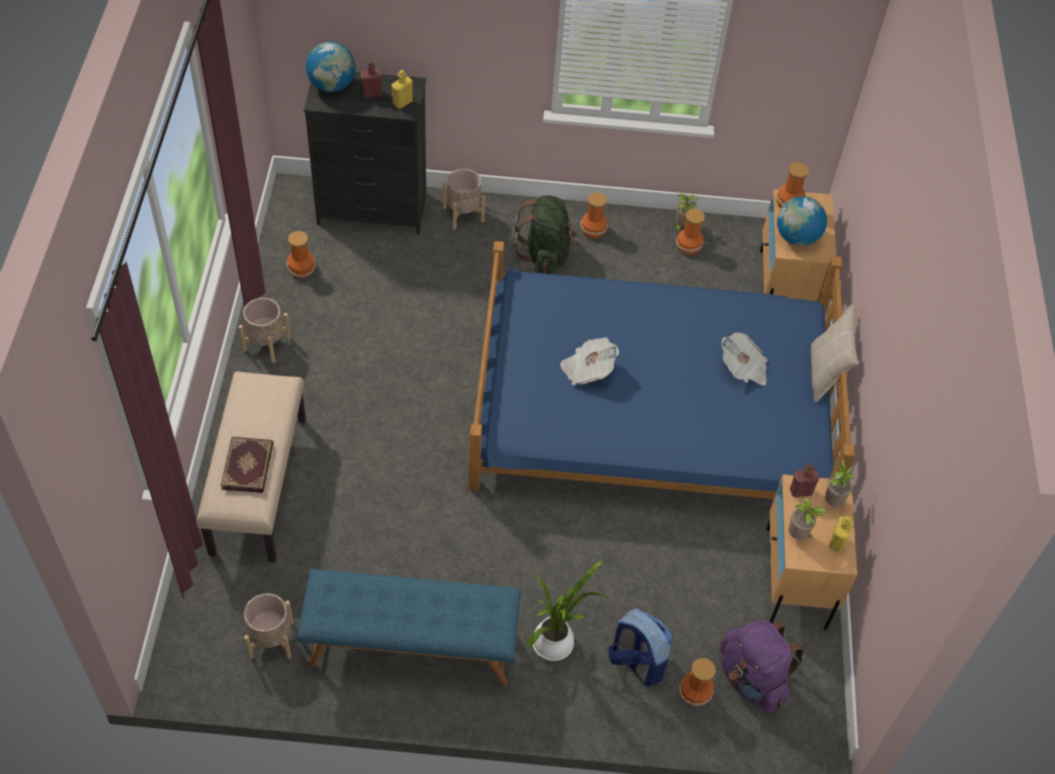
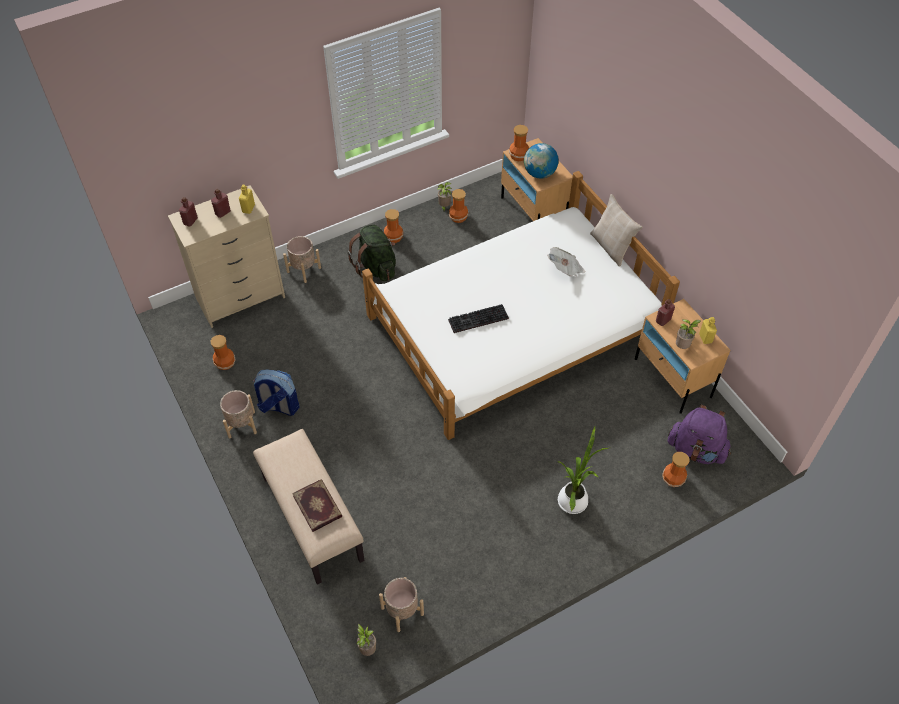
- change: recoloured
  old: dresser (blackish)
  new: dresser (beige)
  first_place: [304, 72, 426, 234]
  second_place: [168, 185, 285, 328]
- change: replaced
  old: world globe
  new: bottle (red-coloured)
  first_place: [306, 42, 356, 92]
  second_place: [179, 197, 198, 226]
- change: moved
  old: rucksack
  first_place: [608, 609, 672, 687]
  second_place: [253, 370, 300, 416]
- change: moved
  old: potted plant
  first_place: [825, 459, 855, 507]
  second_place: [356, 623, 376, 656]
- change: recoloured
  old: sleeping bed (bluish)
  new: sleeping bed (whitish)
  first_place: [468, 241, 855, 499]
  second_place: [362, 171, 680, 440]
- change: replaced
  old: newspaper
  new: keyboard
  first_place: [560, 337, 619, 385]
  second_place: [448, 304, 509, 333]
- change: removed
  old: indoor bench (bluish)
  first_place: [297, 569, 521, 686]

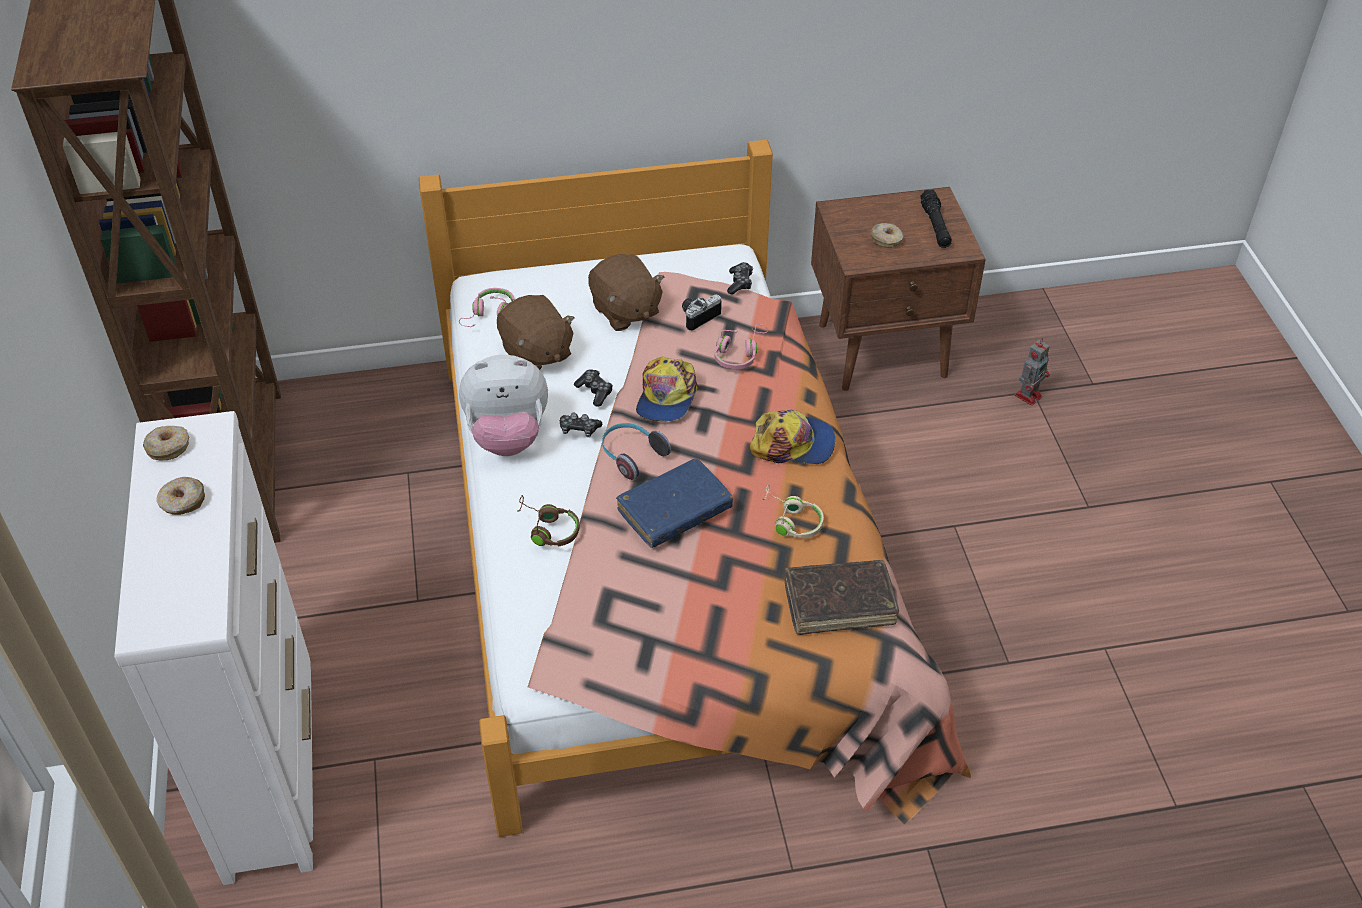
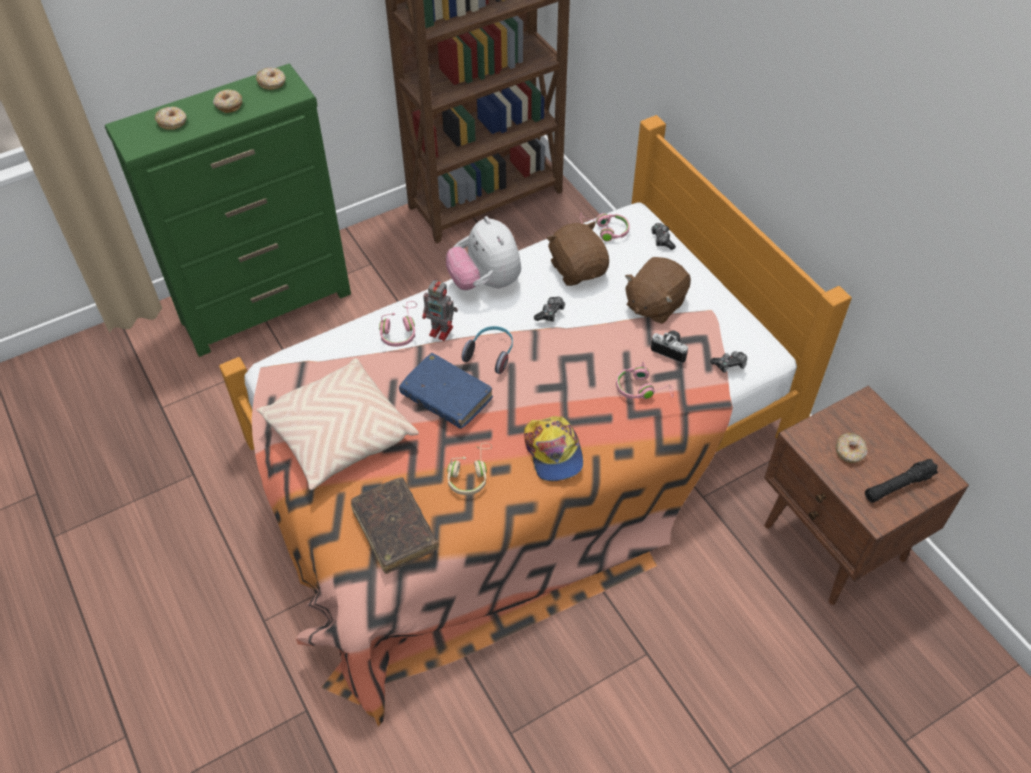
- change: recoloured
  old: dresser (whitish)
  new: dresser (green-coloured)
  first_place: [114, 411, 313, 885]
  second_place: [105, 64, 351, 357]
- change: added
  new: donut
  second_place: [155, 107, 187, 130]
- change: added
  new: cushion (beige)
  second_place: [256, 358, 419, 490]
- change: recoloured
  old: headphones (brownish)
  new: headphones (pink)
  first_place: [518, 495, 580, 546]
  second_place: [379, 301, 417, 347]
- change: moved
  old: model robot
  first_place: [1015, 338, 1050, 406]
  second_place: [422, 279, 458, 341]
- change: turned
  old: plush toy (brownish)
  first_place: [497, 295, 575, 370]
  second_place: [546, 221, 609, 286]
  degrees: 120
- change: moved
  old: gamepad
  first_place: [560, 413, 603, 437]
  second_place: [651, 223, 676, 250]
- change: removed
  old: peaked cap
  first_place: [636, 356, 698, 422]

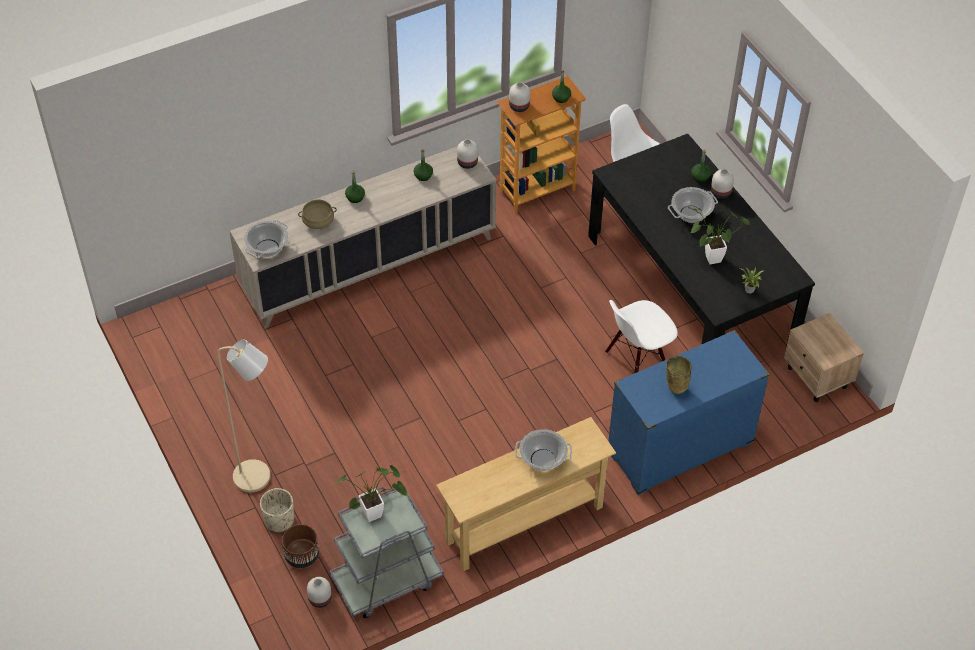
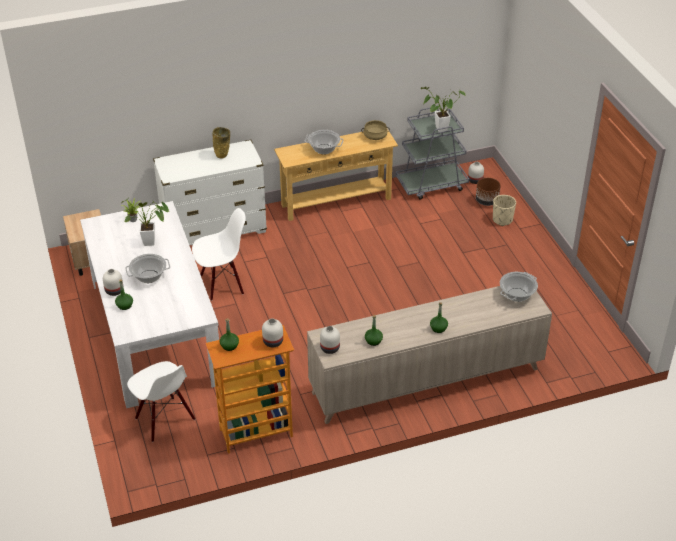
- change: recoloured
  old: dining table (blackish)
  new: dining table (whitish)
  first_place: [588, 134, 815, 351]
  second_place: [80, 201, 219, 408]
- change: recoloured
  old: dresser (bluish)
  new: dresser (whitish)
  first_place: [608, 330, 770, 495]
  second_place: [153, 140, 267, 246]
- change: moved
  old: cooking pot (beige)
  first_place: [298, 200, 337, 229]
  second_place: [361, 120, 390, 140]
- change: removed
  old: floor lamp (beige)
  first_place: [217, 340, 271, 493]

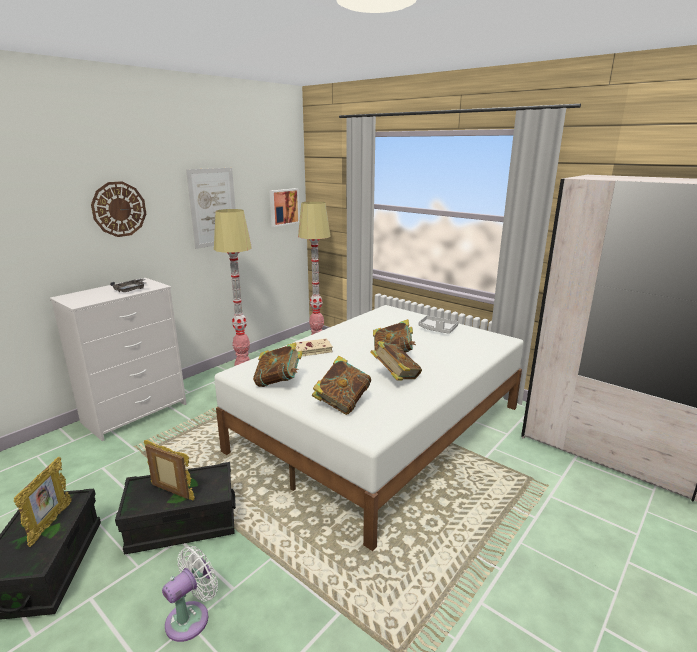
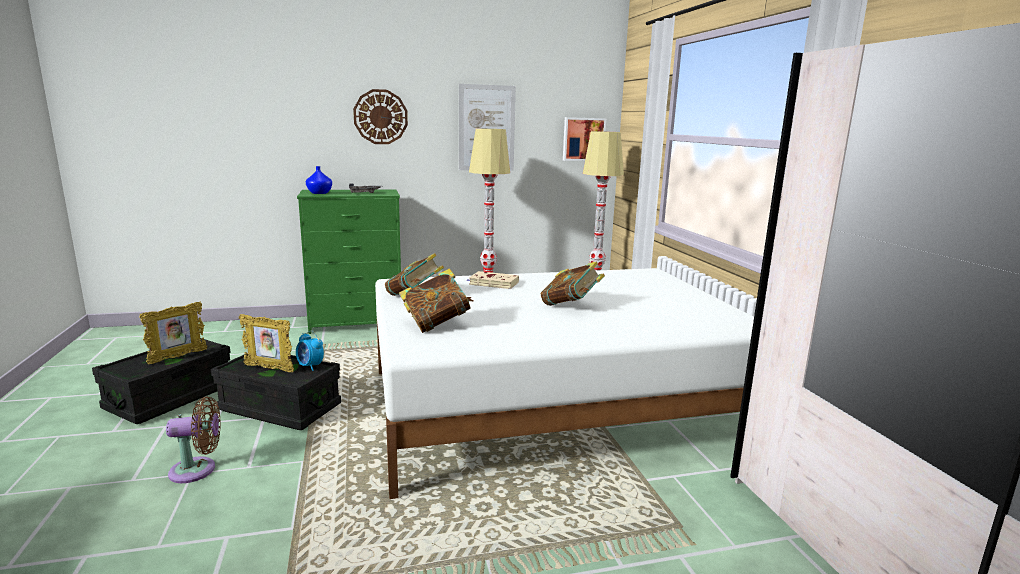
- change: recoloured
  old: cooling fan (whitish)
  new: cooling fan (brownish)
  first_place: [162, 546, 218, 642]
  second_place: [166, 397, 221, 483]
- change: turned
  old: picture frame
  first_place: [144, 440, 195, 501]
  second_place: [239, 314, 294, 372]
  degrees: 135
- change: added
  new: bedside clock
  second_place: [296, 331, 324, 371]
- change: recoloured
  old: dresser (whitish)
  new: dresser (green-coloured)
  first_place: [50, 278, 187, 441]
  second_place: [297, 190, 401, 334]
- change: added
  new: decorative vase (bluish)
  second_place: [306, 166, 332, 194]
- change: removed
  old: volume
  first_place: [370, 341, 422, 381]
- change: removed
  old: carrying tray (greyish)
  first_place: [419, 316, 459, 334]

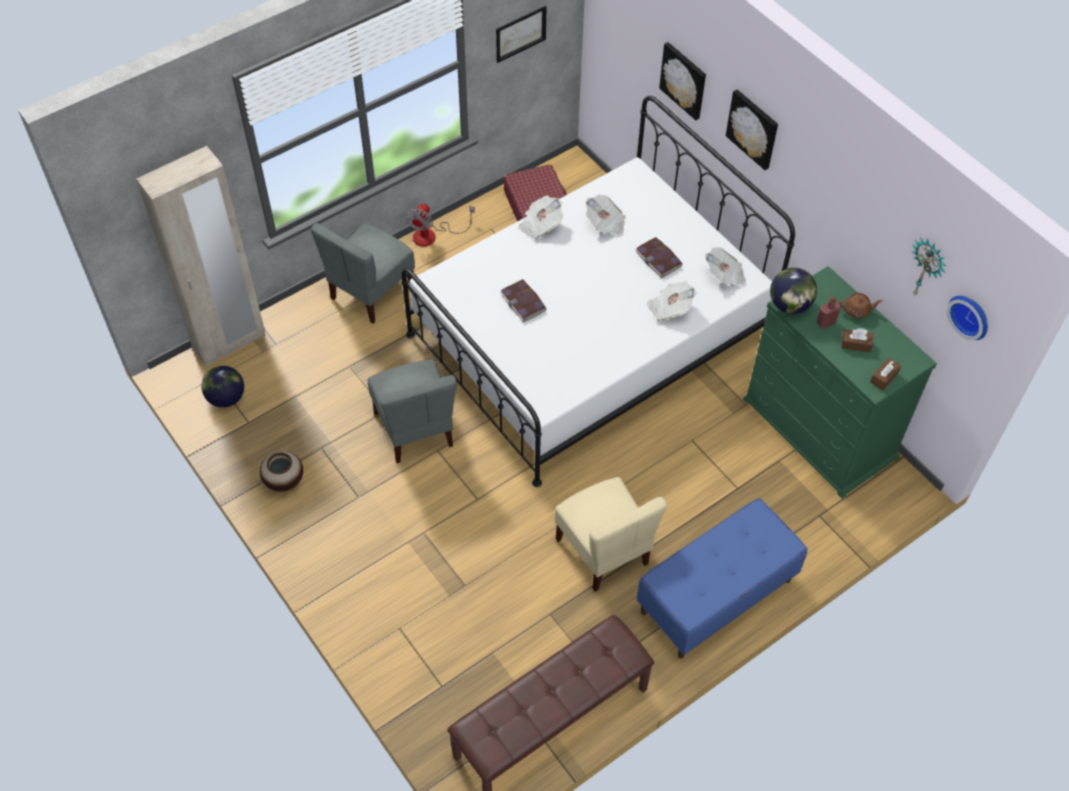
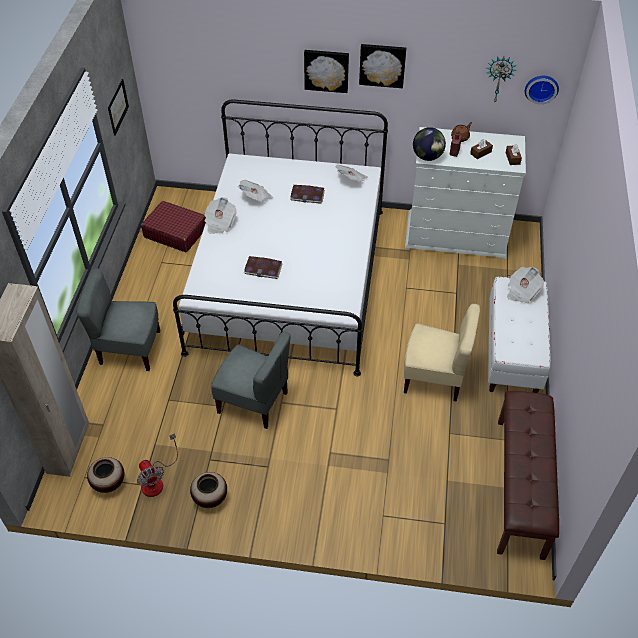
- change: turned
  old: plain chair (greyish)
  first_place: [311, 223, 415, 323]
  second_place: [76, 268, 160, 371]
  degrees: 105
- change: replaced
  old: world globe
  new: decorative vase
  first_place: [202, 366, 244, 408]
  second_place: [87, 457, 124, 493]
- change: moved
  old: cooling fan
  first_place: [405, 203, 475, 247]
  second_place: [137, 433, 178, 497]
- change: moved
  old: picture
  first_place: [659, 42, 706, 120]
  second_place: [359, 44, 406, 88]
- change: recoloured
  old: dresser (green-coloured)
  new: dresser (whitish)
  first_place: [743, 266, 937, 498]
  second_place: [405, 127, 526, 259]
- change: recoloured
  old: indoor bench (bluish)
  new: indoor bench (whitish)
  first_place: [637, 498, 807, 659]
  second_place: [488, 277, 551, 393]
- change: moved
  old: newspaper
  first_place: [647, 281, 697, 321]
  second_place: [507, 267, 544, 303]

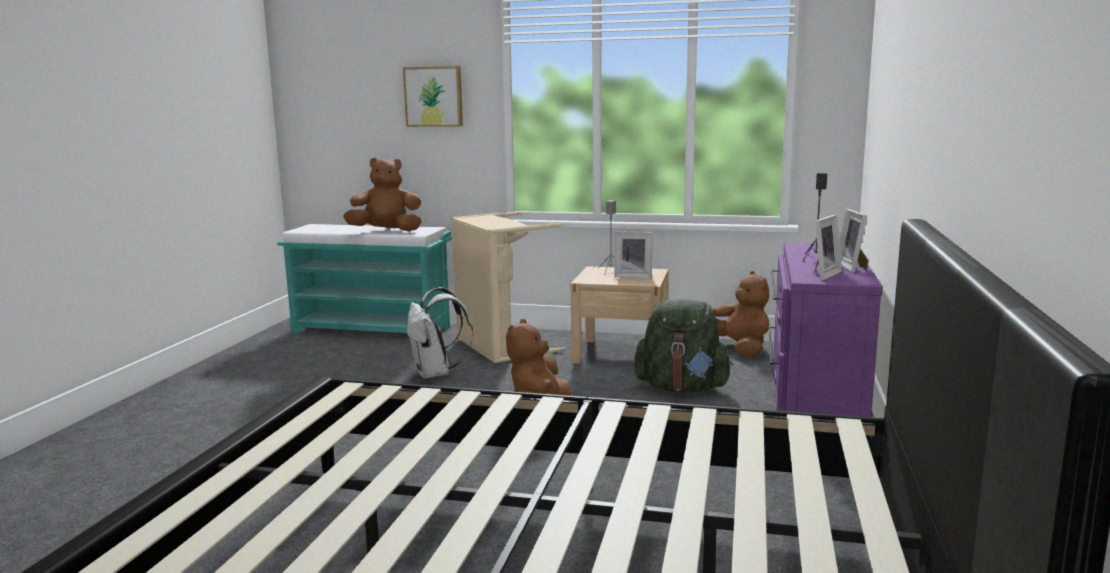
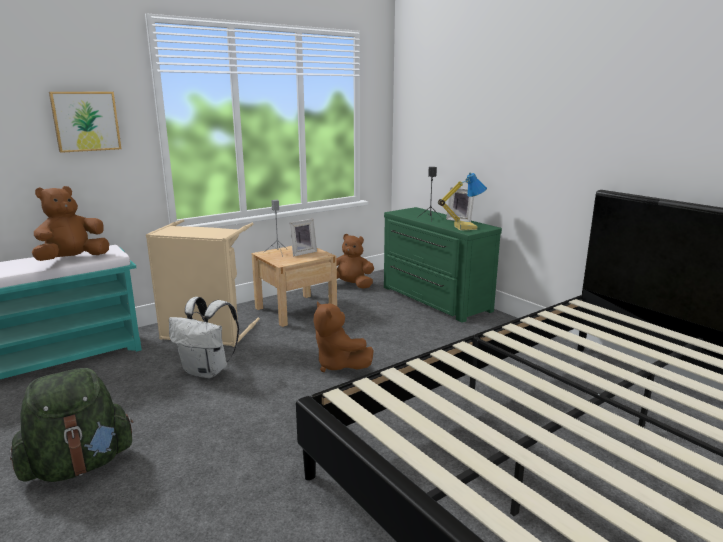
- change: moved
  old: rucksack (green-coloured)
  first_place: [634, 299, 733, 393]
  second_place: [10, 368, 134, 482]
- change: recoloured
  old: dresser (purplish)
  new: dresser (green-coloured)
  first_place: [768, 243, 883, 417]
  second_place: [384, 207, 502, 323]
- change: replaced
  old: picture frame
  new: tabletop lamp
  first_place: [813, 214, 842, 280]
  second_place: [438, 172, 487, 231]

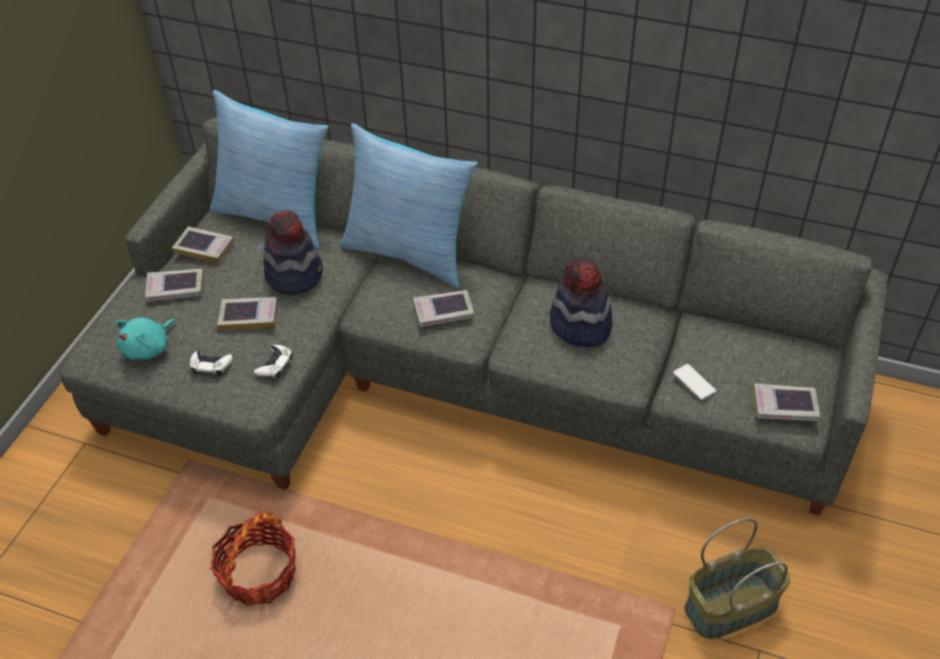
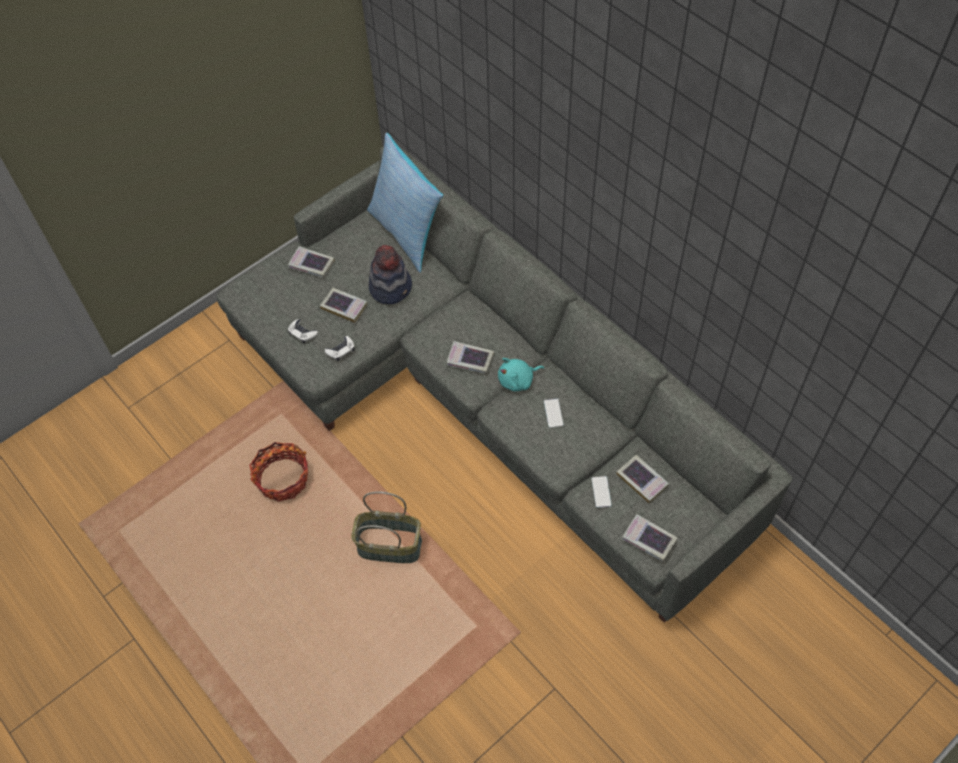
- change: moved
  old: basket
  first_place: [685, 518, 791, 639]
  second_place: [351, 492, 422, 563]
- change: moved
  old: plush toy (blue-green)
  first_place: [115, 317, 177, 360]
  second_place: [498, 358, 544, 391]
- change: replaced
  old: wearable hat
  new: telephone
  first_place: [550, 257, 613, 347]
  second_place: [544, 398, 564, 428]
- change: moved
  old: volume
  first_place: [172, 226, 235, 264]
  second_place: [616, 455, 669, 503]
- change: removed
  old: cushion
  first_place: [340, 123, 478, 288]

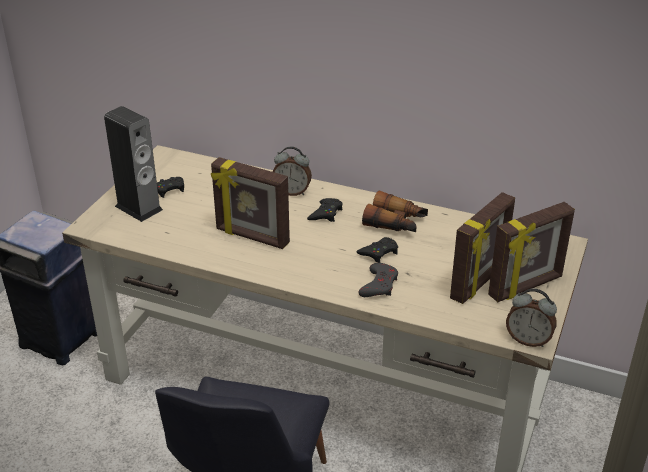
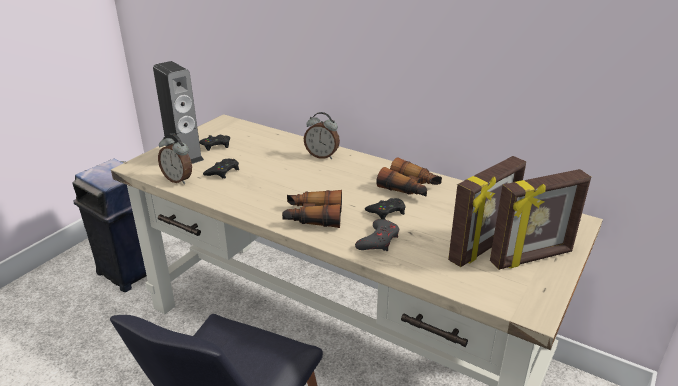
- change: moved
  old: bedside clock
  first_place: [506, 289, 557, 347]
  second_place: [158, 133, 192, 184]
- change: moved
  old: gamepad (blackish)
  first_place: [307, 198, 343, 222]
  second_place: [203, 159, 239, 178]
- change: added
  new: binoculars
  second_place: [282, 190, 342, 228]
- change: removed
  old: picture frame
  first_place: [211, 157, 290, 249]

